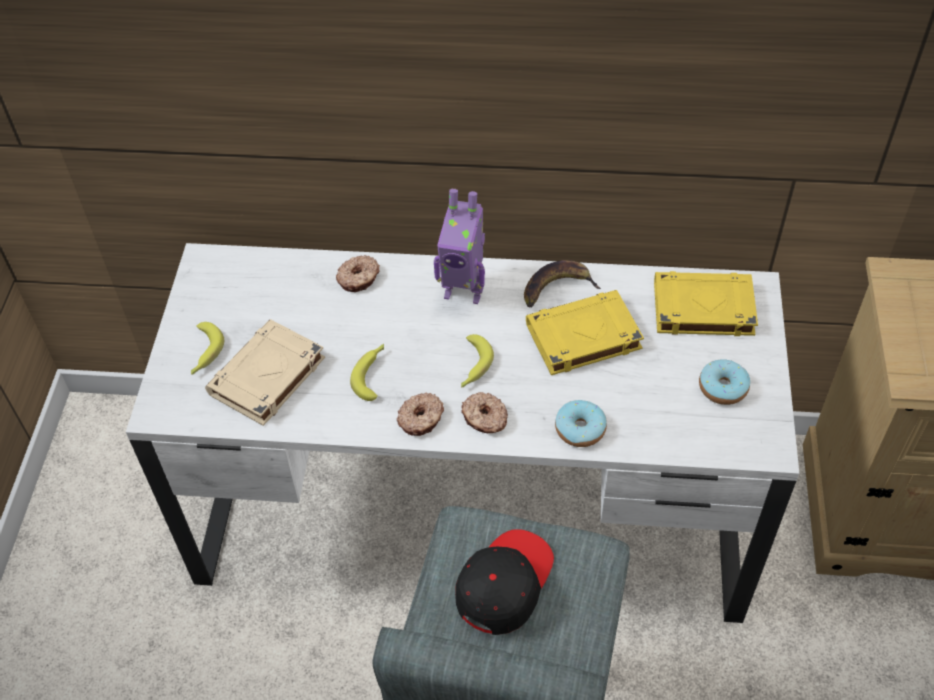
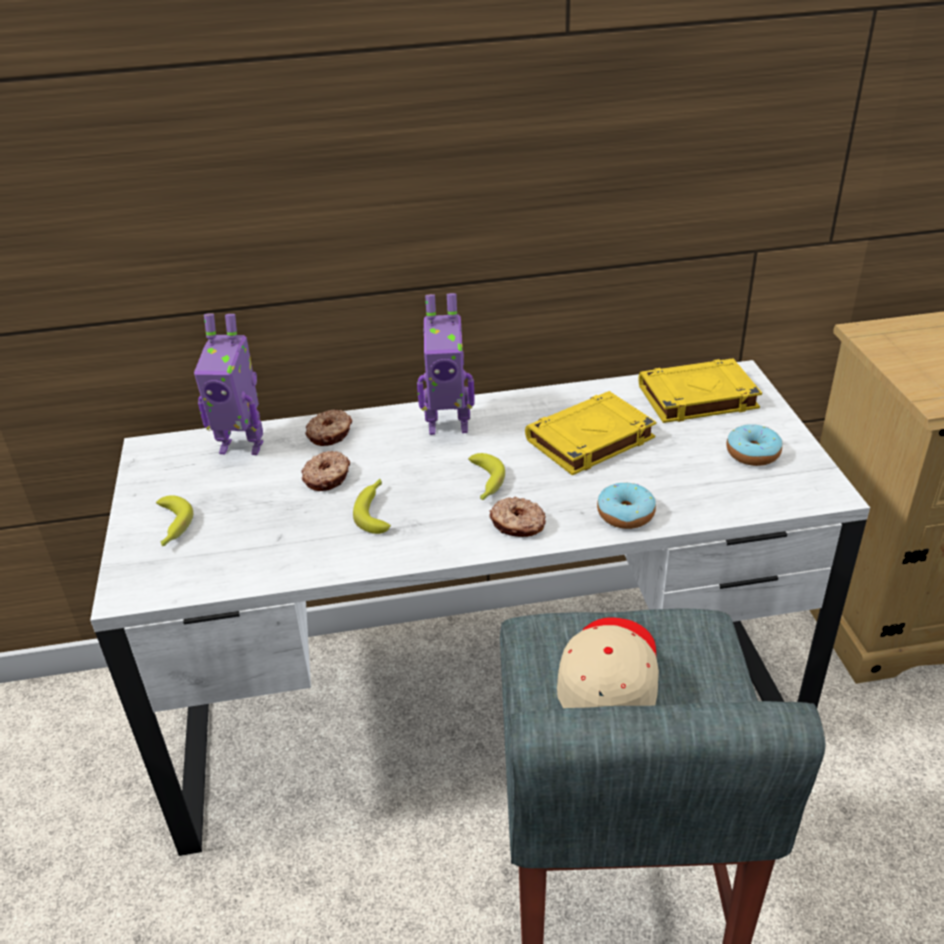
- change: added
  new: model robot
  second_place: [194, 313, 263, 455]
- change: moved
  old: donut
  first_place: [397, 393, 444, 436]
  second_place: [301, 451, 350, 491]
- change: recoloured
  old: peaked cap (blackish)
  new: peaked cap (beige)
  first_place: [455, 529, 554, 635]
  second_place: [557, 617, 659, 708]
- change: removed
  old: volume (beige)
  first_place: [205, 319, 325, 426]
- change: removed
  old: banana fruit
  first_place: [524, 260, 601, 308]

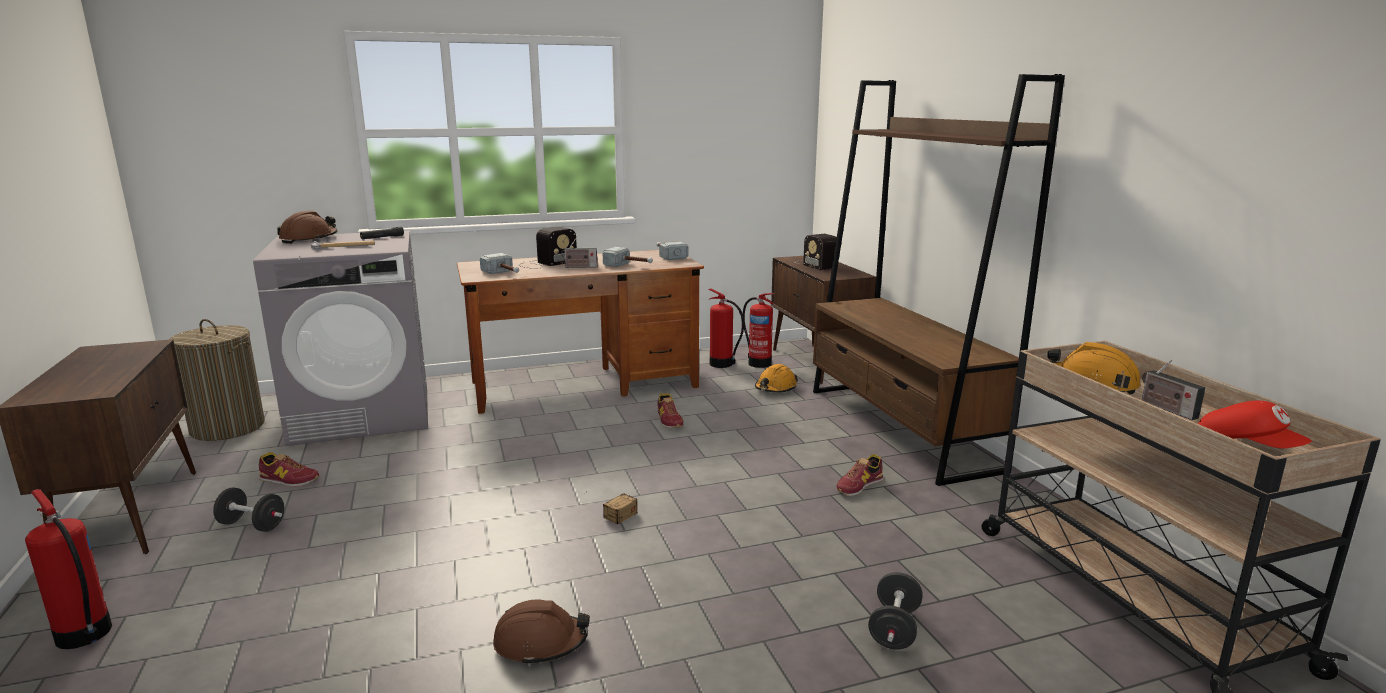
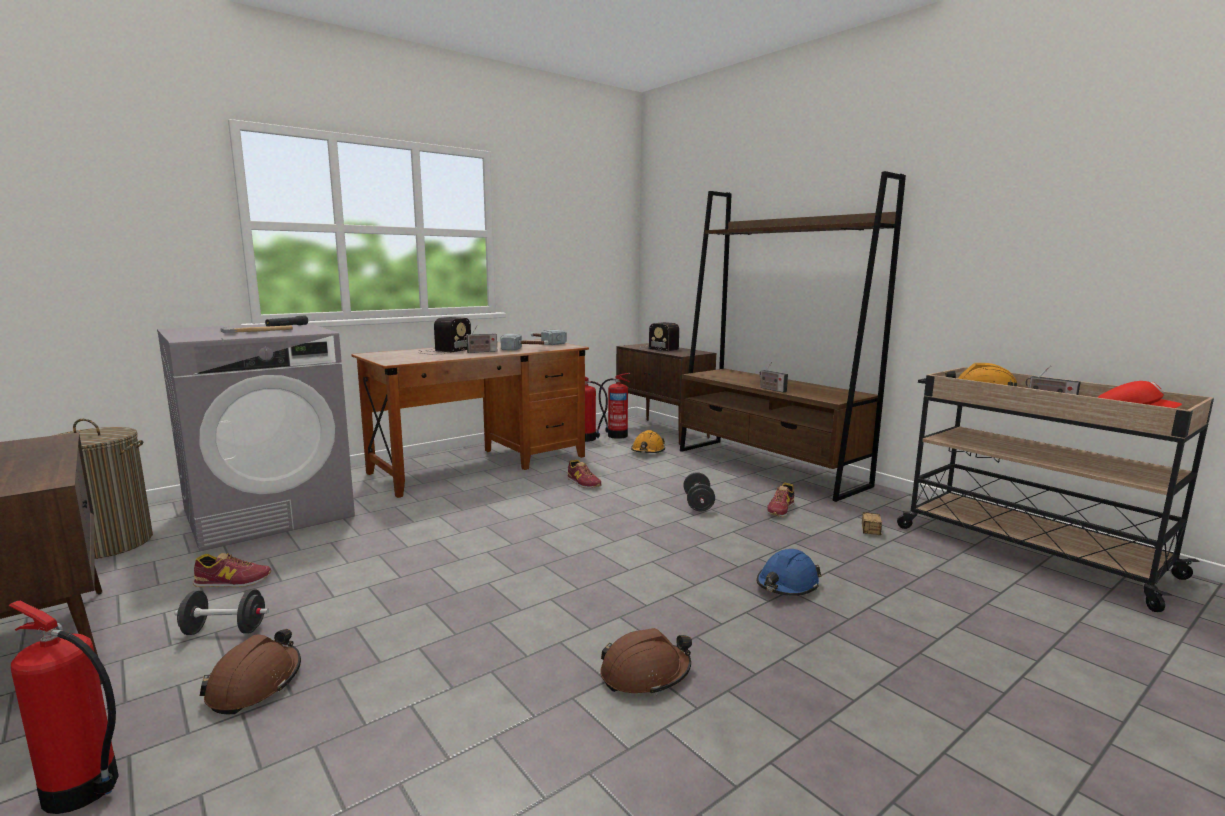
- change: moved
  old: work helmet (brownish)
  first_place: [277, 211, 337, 244]
  second_place: [200, 629, 301, 714]
- change: moved
  old: dumbbell (blackish)
  first_place: [868, 572, 923, 649]
  second_place: [683, 472, 715, 511]
- change: added
  new: work helmet (bluish)
  second_place: [756, 549, 822, 596]
- change: added
  new: radio
  second_place: [759, 362, 788, 392]
- change: moved
  old: storage container
  first_place: [586, 491, 638, 524]
  second_place: [862, 505, 888, 535]
- change: removed
  old: hand hammer
  first_place: [480, 253, 519, 274]

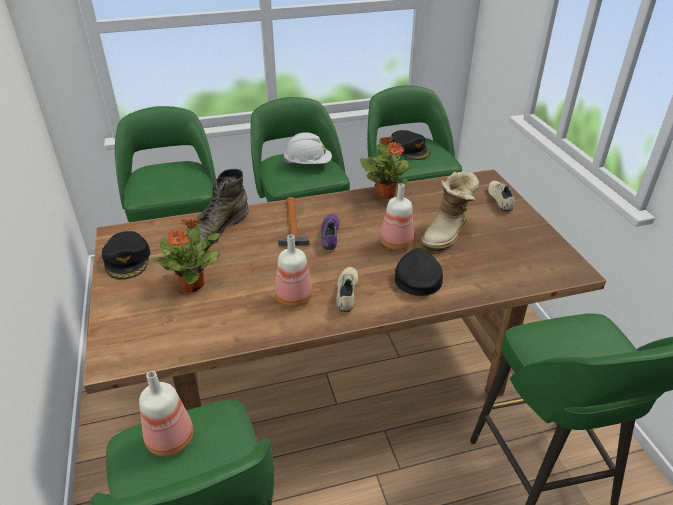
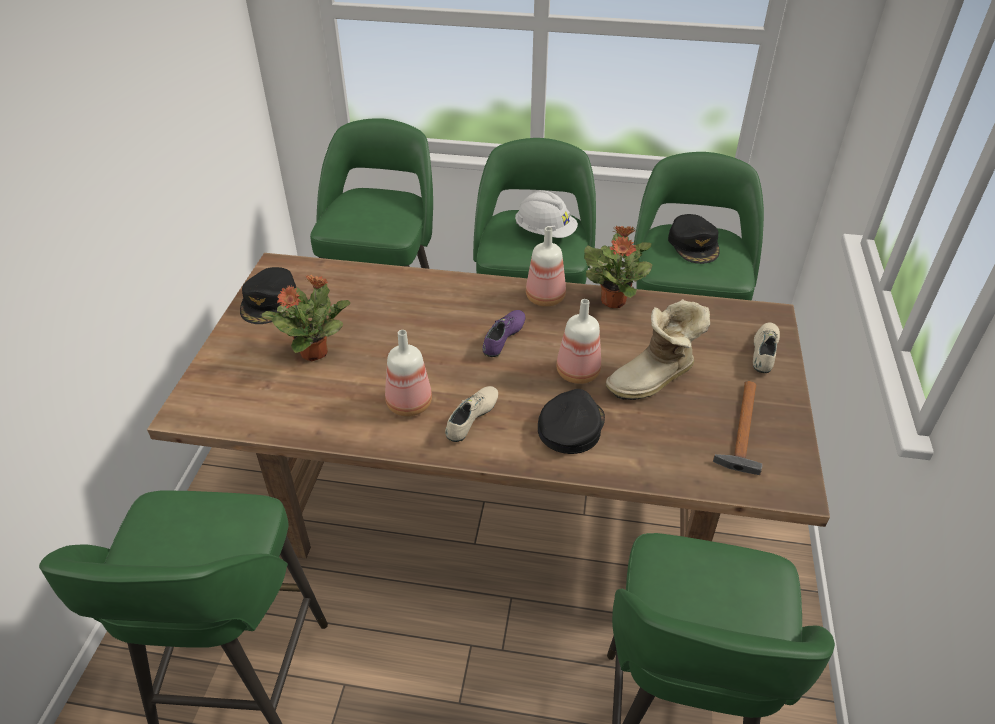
- change: moved
  old: bottle
  first_place: [139, 371, 194, 456]
  second_place: [526, 227, 566, 307]
- change: moved
  old: hand hammer
  first_place: [278, 197, 309, 246]
  second_place: [713, 381, 763, 475]
- change: removed
  old: tall boot (green-coloured)
  first_place: [184, 169, 249, 247]

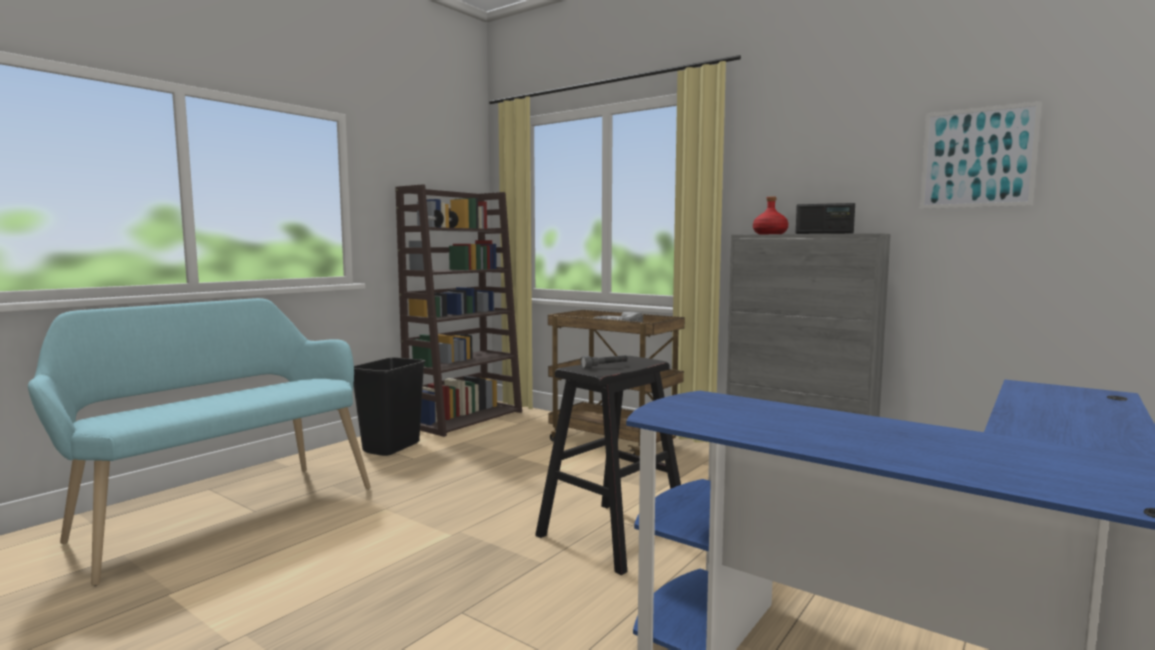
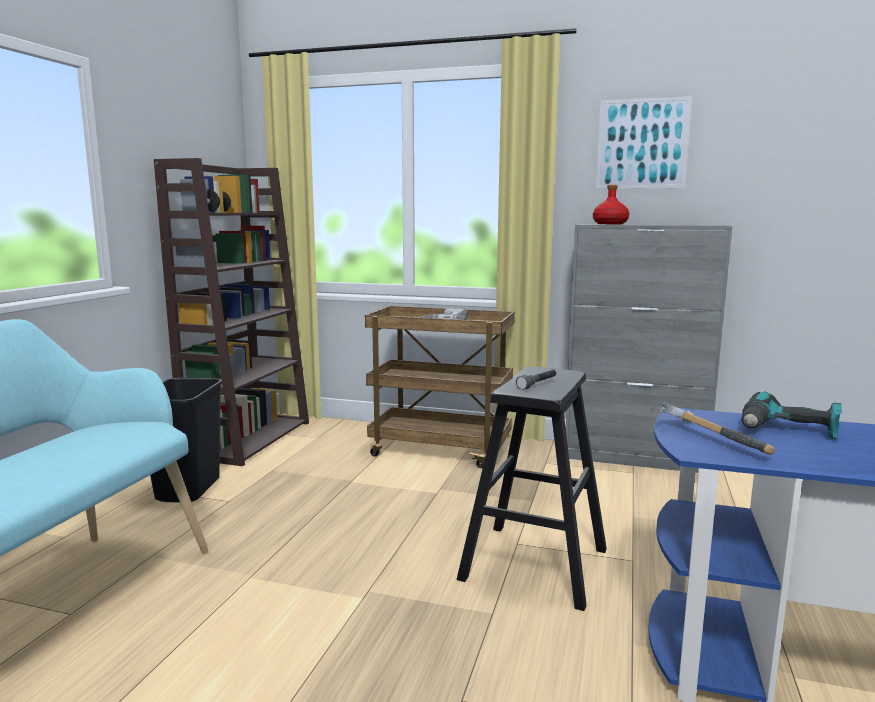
- change: moved
  old: picture
  first_place: [920, 101, 1042, 209]
  second_place: [596, 96, 692, 189]
- change: added
  new: hand hammer
  second_place: [660, 401, 775, 455]
- change: added
  new: power drill
  second_place: [741, 392, 842, 439]
- change: removed
  old: radio
  first_place: [796, 203, 855, 234]

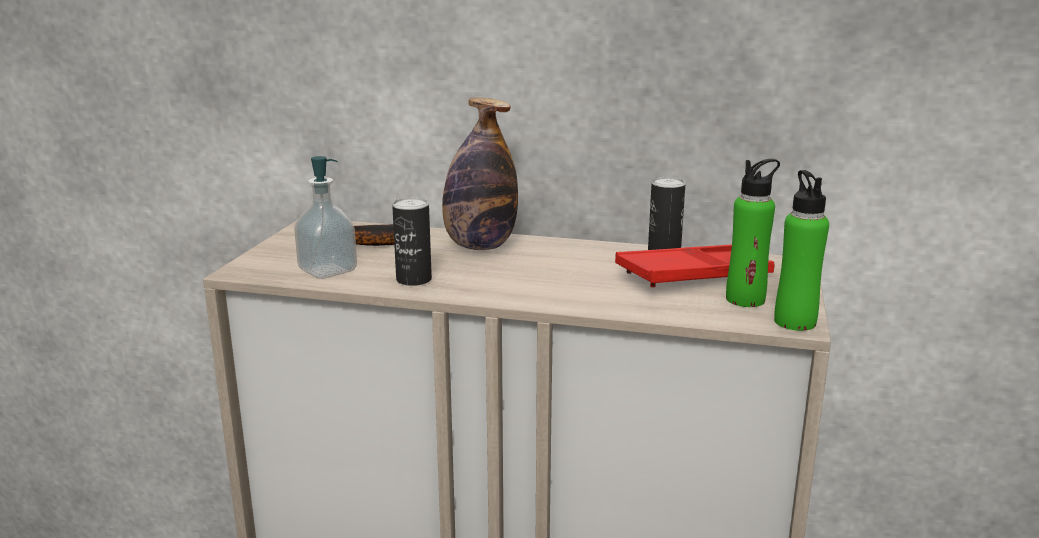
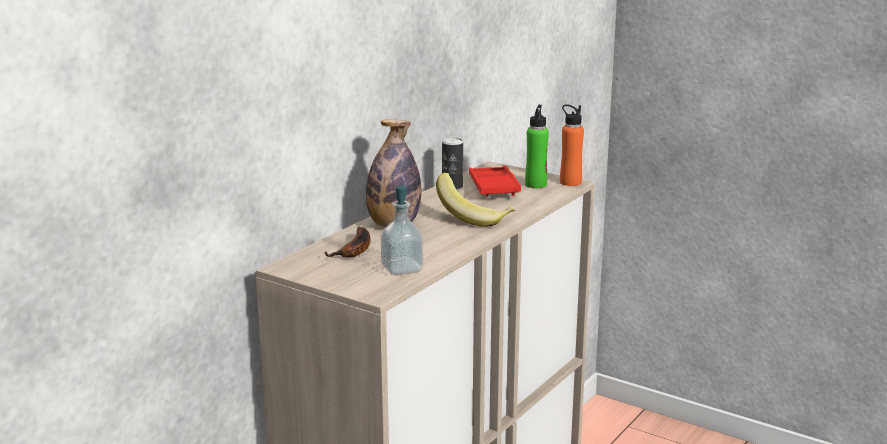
- change: added
  new: banana fruit
  second_place: [436, 173, 515, 227]
- change: recoloured
  old: bottle (green-coloured)
  new: bottle (orange-coloured)
  first_place: [774, 170, 829, 331]
  second_place: [560, 104, 584, 186]
- change: removed
  old: metal can
  first_place: [392, 197, 432, 286]

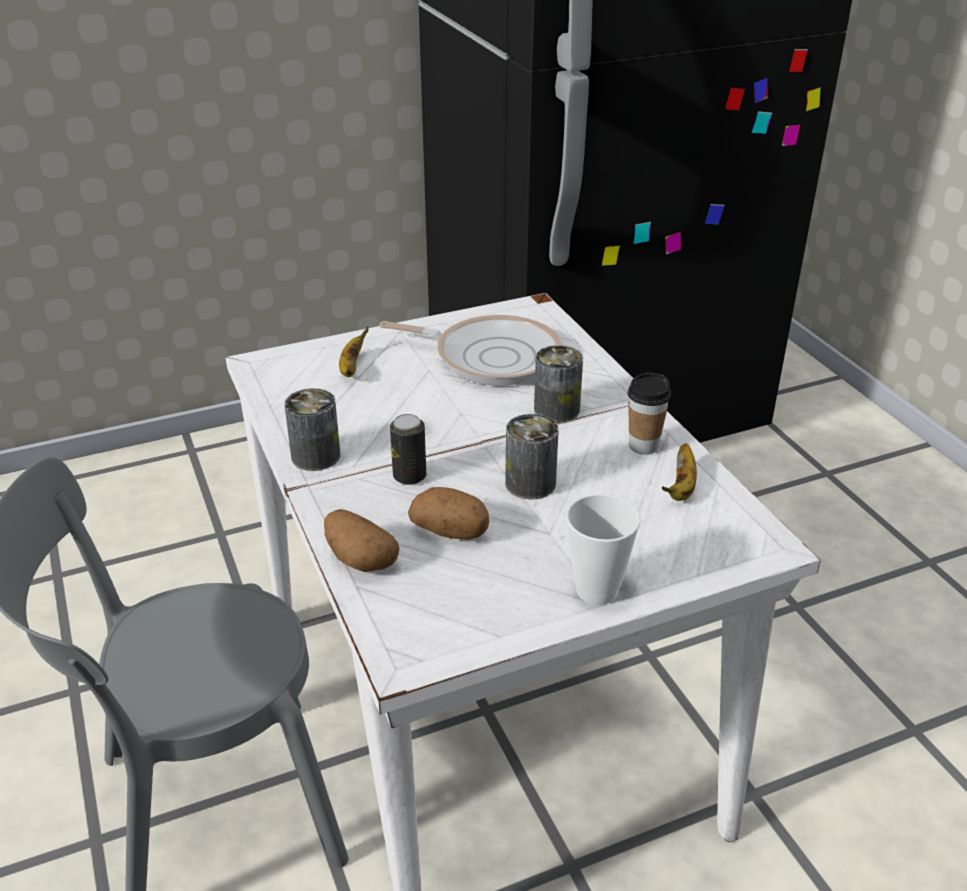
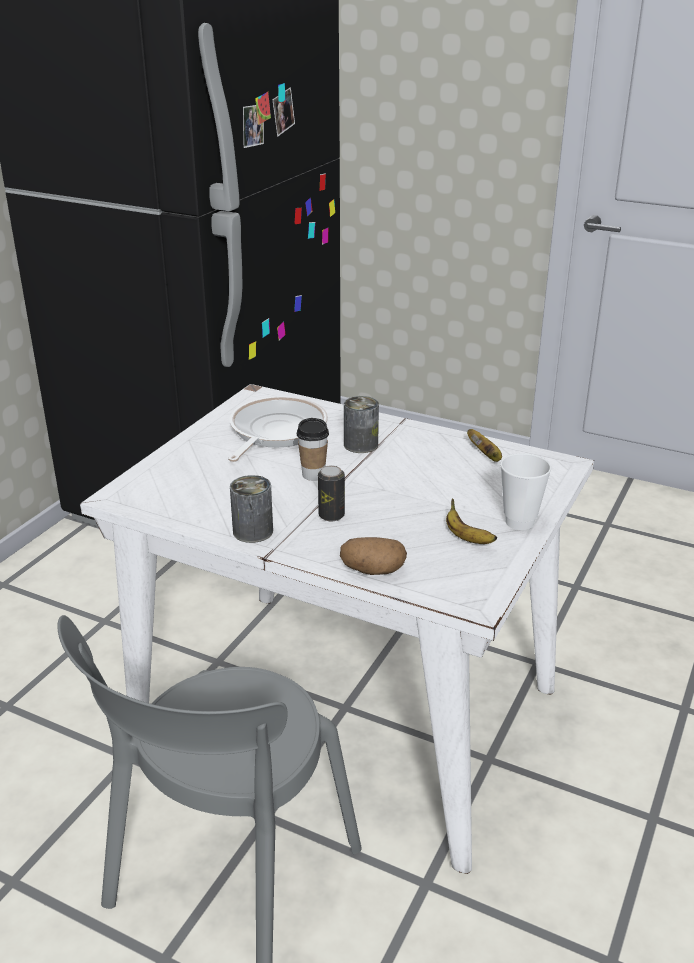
- change: turned
  old: frying pan
  first_place: [379, 315, 562, 386]
  second_place: [228, 396, 328, 462]
  degrees: -45
- change: moved
  old: small cup
  first_place: [628, 372, 671, 455]
  second_place: [297, 418, 329, 481]
- change: moved
  old: banana fruit
  first_place: [339, 327, 368, 377]
  second_place: [446, 498, 497, 544]
- change: removed
  old: whole potato
  first_place: [408, 487, 489, 540]
- change: removed
  old: metal can
  first_place: [505, 414, 559, 499]

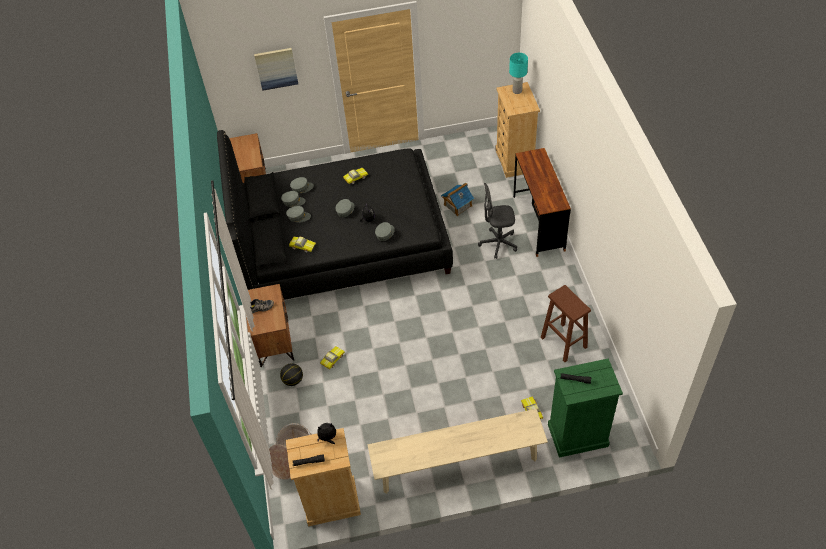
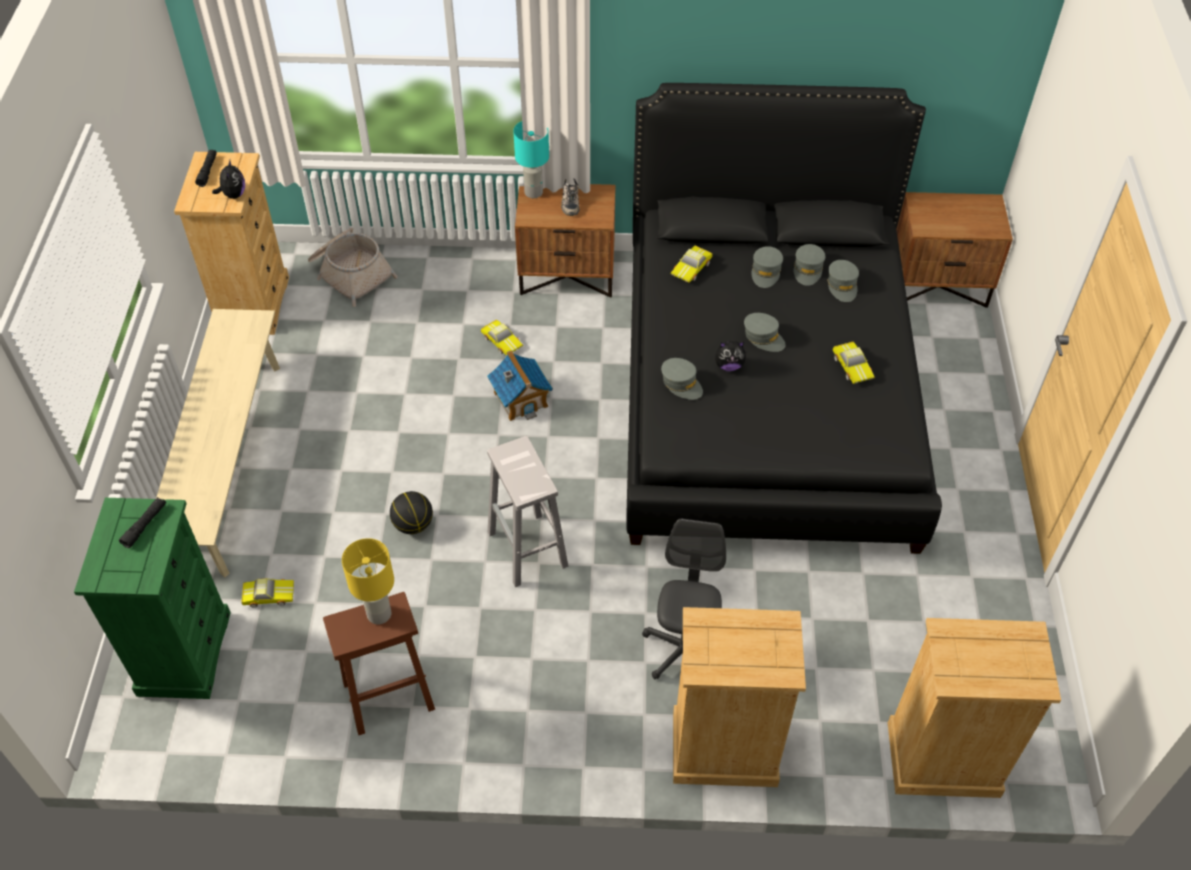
- change: added
  new: tabletop lamp (yellowish)
  second_place: [342, 538, 394, 625]
- change: moved
  old: basketball
  first_place: [280, 363, 303, 386]
  second_place: [390, 491, 433, 534]
- change: moved
  old: miniature house
  first_place: [441, 183, 474, 216]
  second_place: [487, 350, 553, 421]
- change: added
  new: stool seat (whitish)
  second_place: [487, 436, 569, 587]
- change: moved
  old: tabletop lamp (blue-green)
  first_place: [509, 53, 528, 94]
  second_place: [513, 121, 549, 198]
- change: replaced
  old: desk table (brownish)
  new: dresser (beige)
  first_place: [513, 148, 571, 257]
  second_place: [673, 607, 806, 787]
- change: removed
  old: picture
  first_place: [254, 48, 298, 91]

